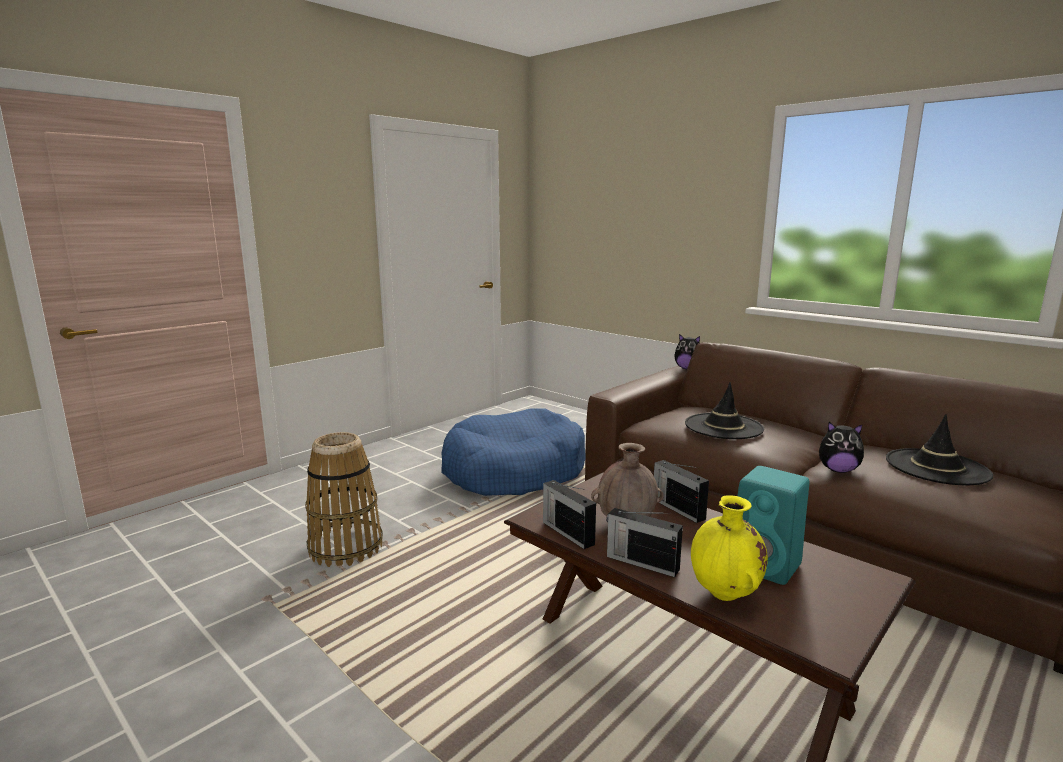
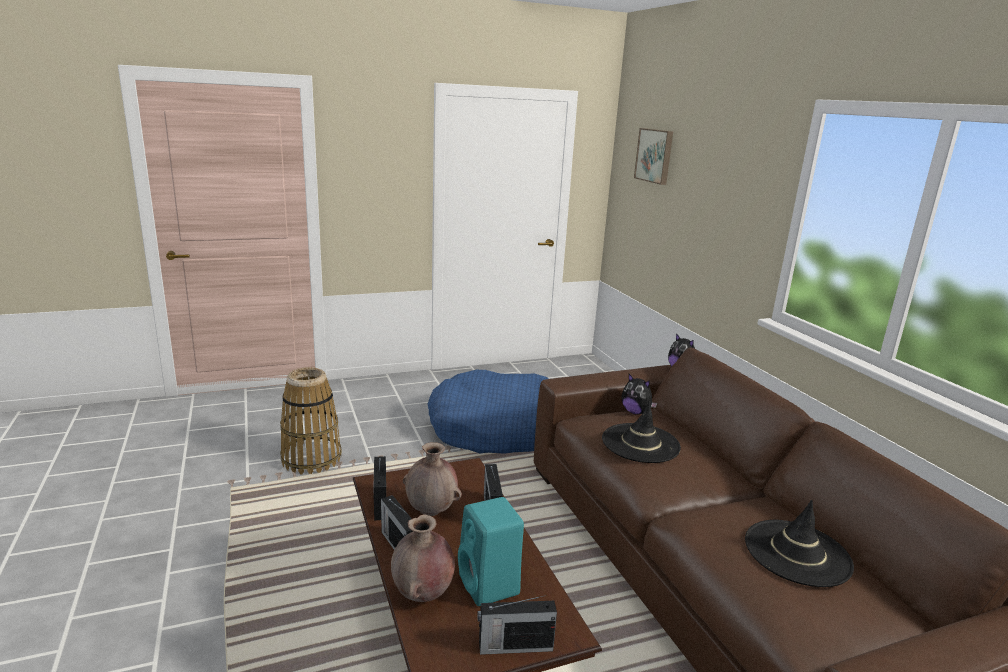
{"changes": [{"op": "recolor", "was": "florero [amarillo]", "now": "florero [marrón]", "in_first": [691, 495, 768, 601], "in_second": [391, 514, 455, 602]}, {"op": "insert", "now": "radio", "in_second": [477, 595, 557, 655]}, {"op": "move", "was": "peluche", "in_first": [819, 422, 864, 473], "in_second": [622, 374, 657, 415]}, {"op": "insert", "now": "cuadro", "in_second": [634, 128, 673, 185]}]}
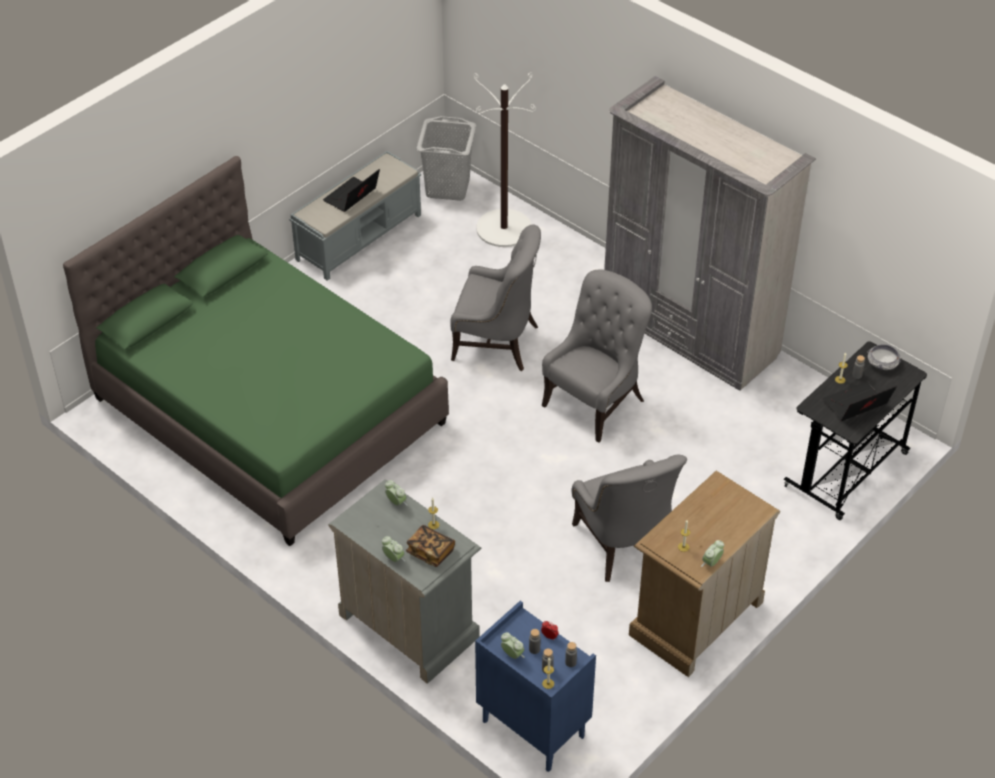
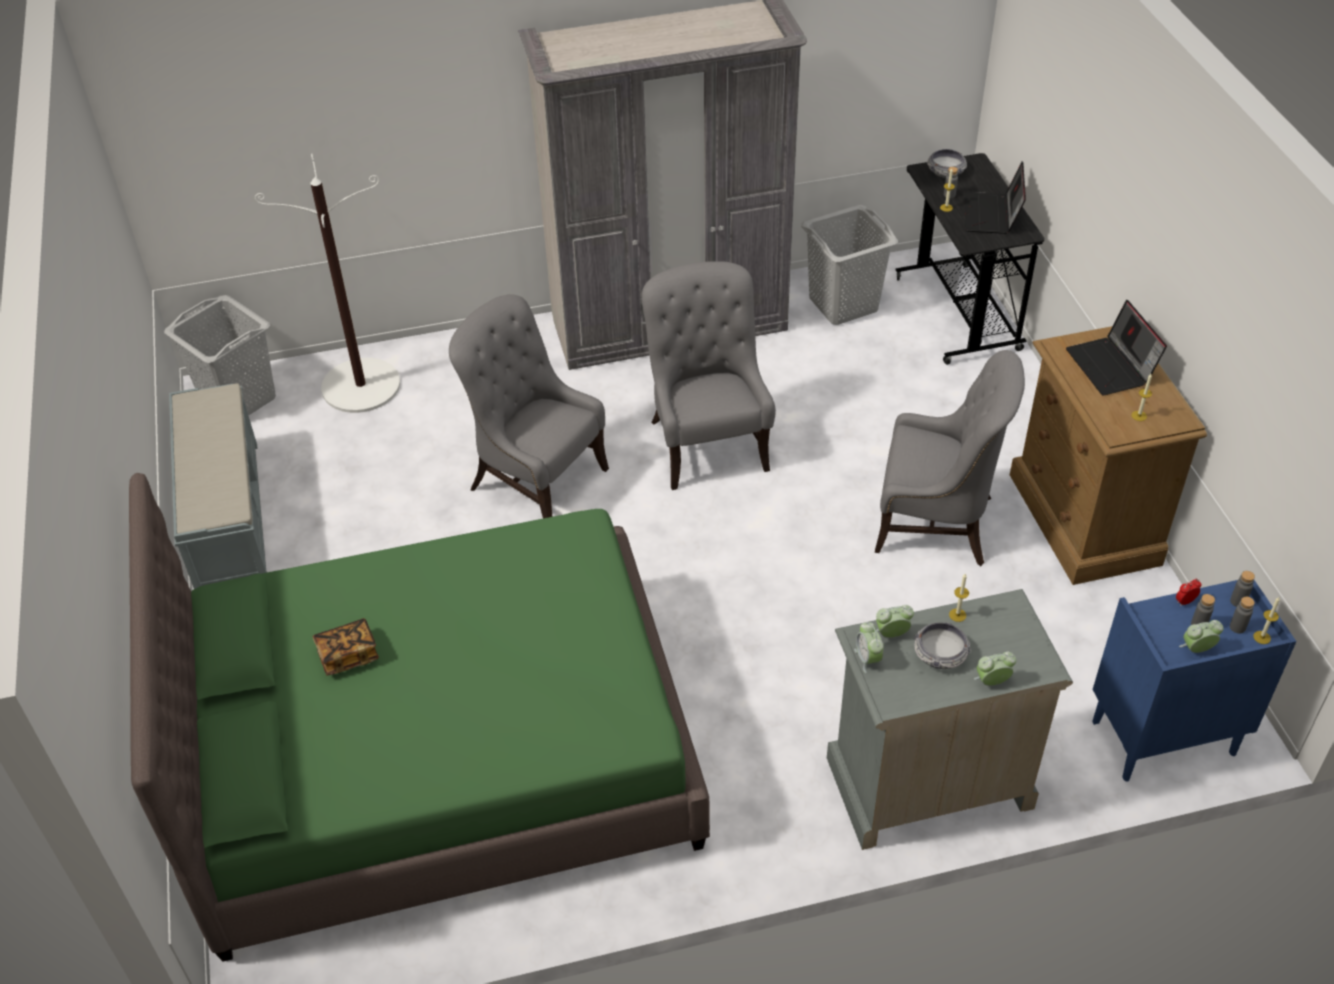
{"changes": [{"op": "move", "was": "libro", "in_first": [406, 525, 455, 567], "in_second": [313, 618, 379, 676]}, {"op": "rotate", "was": "silla [gris]", "in_first": [451, 224, 541, 371], "in_second": [449, 294, 609, 518], "clockwise": -105}, {"op": "insert", "now": "cesto de la ropa [gris]", "in_second": [801, 205, 898, 325]}, {"op": "move", "was": "despertador", "in_first": [701, 540, 724, 567], "in_second": [854, 622, 884, 673]}, {"op": "insert", "now": "cuenco", "in_second": [913, 622, 971, 669]}, {"op": "move", "was": "portátil", "in_first": [323, 169, 380, 212], "in_second": [1066, 300, 1167, 395]}]}
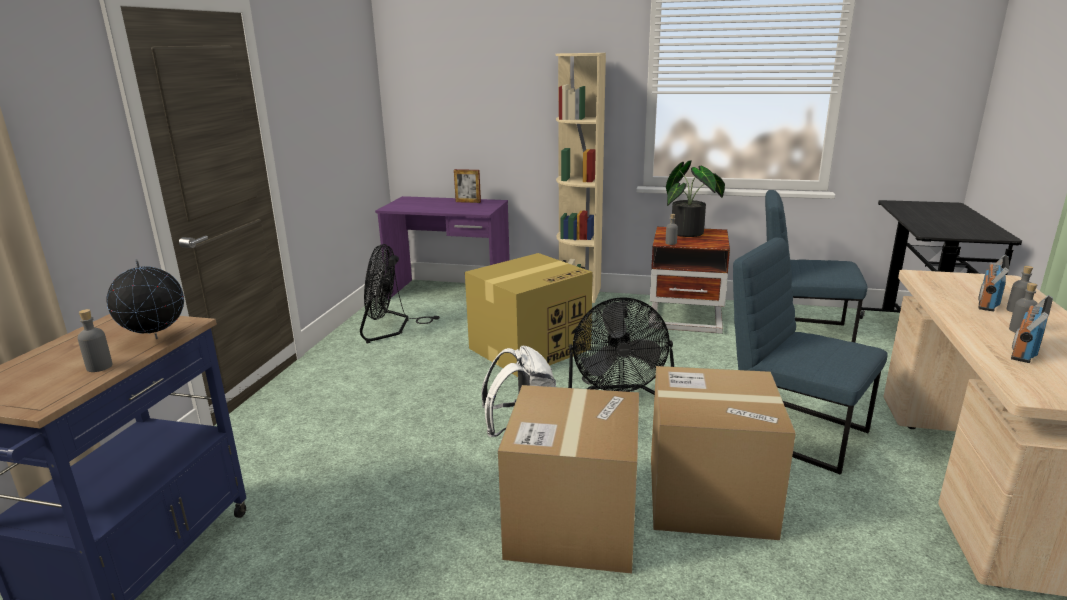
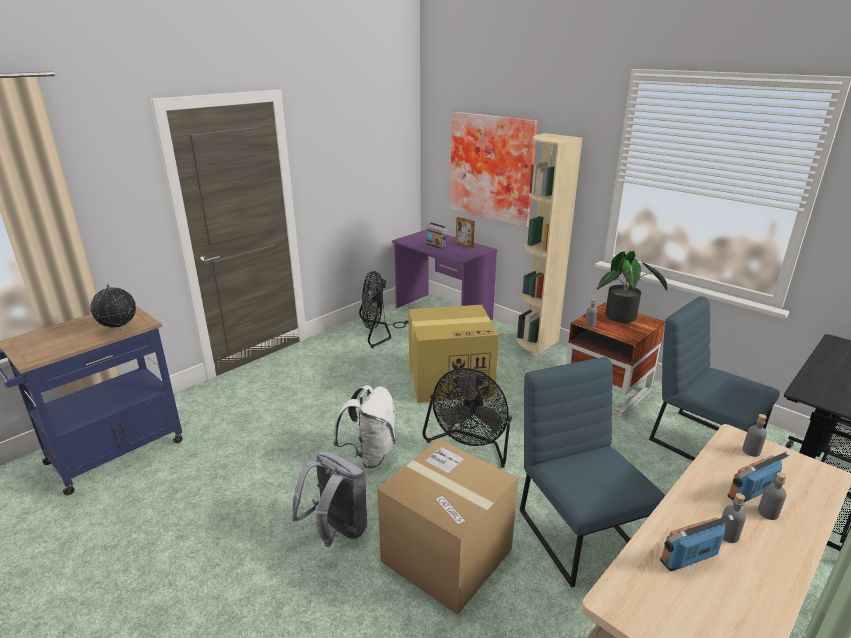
{"changes": [{"op": "replace", "was": "caja de cartón", "now": "mochila [gris]", "in_first": [498, 385, 639, 574], "in_second": [292, 451, 367, 547]}, {"op": "rotate", "was": "ventilador [negro]", "in_first": [360, 244, 440, 344], "in_second": [359, 271, 409, 348], "clockwise": -45}, {"op": "insert", "now": "radio", "in_second": [425, 222, 448, 249]}, {"op": "insert", "now": "cuadro", "in_second": [450, 112, 537, 228]}, {"op": "move", "was": "botella [gris]", "in_first": [78, 309, 113, 372], "in_second": [742, 414, 767, 457]}]}
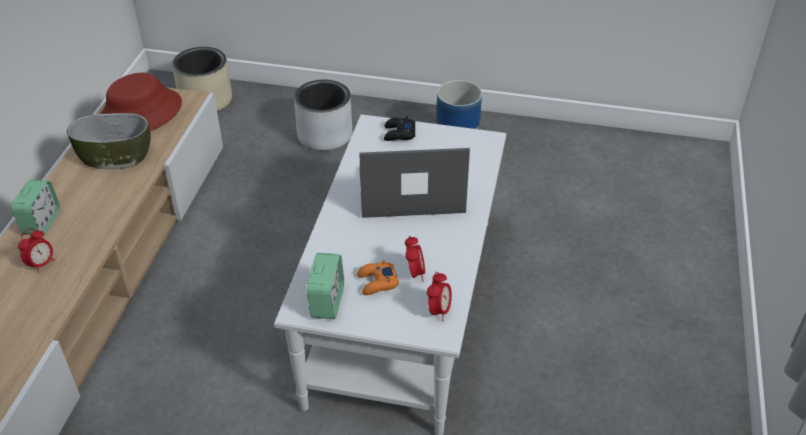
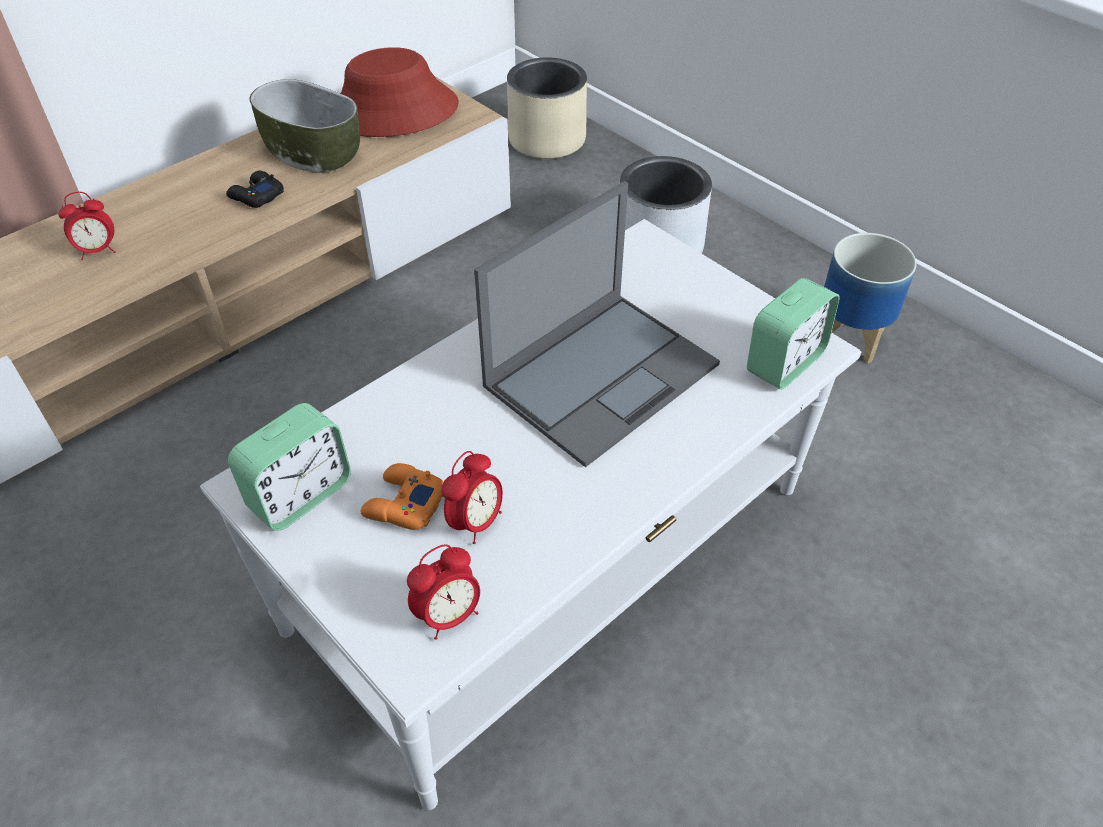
{"changes": [{"op": "move", "was": "mando de consola [negro]", "in_first": [384, 116, 415, 141], "in_second": [226, 171, 284, 208]}, {"op": "rotate", "was": "portátil", "in_first": [359, 148, 470, 218], "in_second": [474, 181, 720, 467], "clockwise": 105}, {"op": "move", "was": "despertador", "in_first": [11, 179, 60, 235], "in_second": [747, 278, 840, 390]}]}
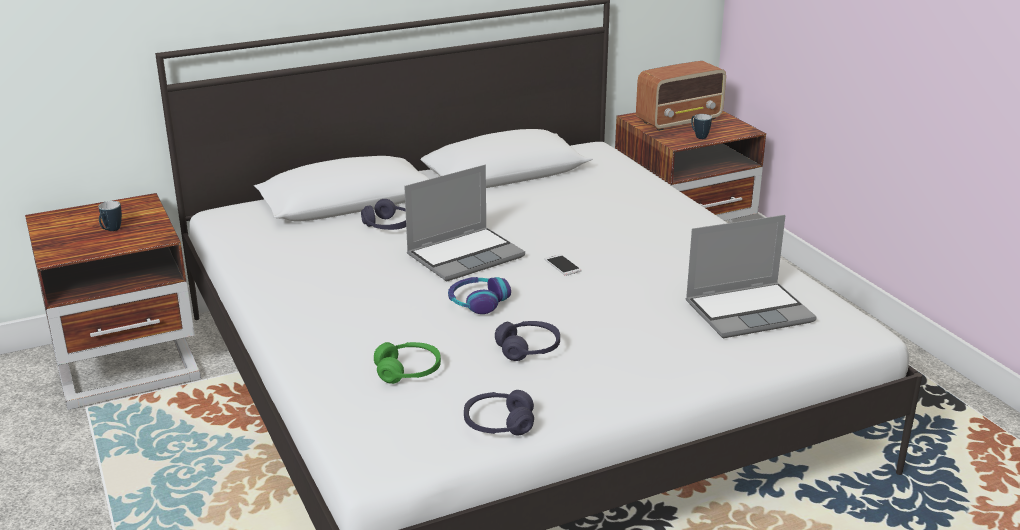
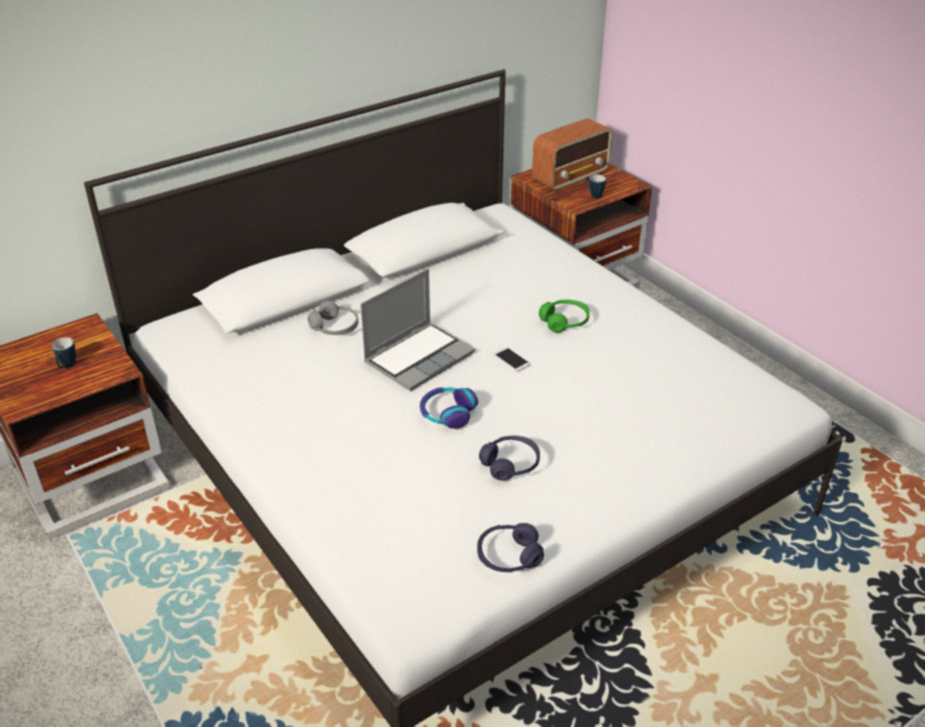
{"changes": [{"op": "recolor", "was": "auriculares [morado]", "now": "auriculares [gris]", "in_first": [361, 199, 406, 230], "in_second": [308, 301, 359, 335]}, {"op": "move", "was": "auriculares [verde]", "in_first": [374, 342, 441, 384], "in_second": [539, 300, 590, 333]}, {"op": "delete", "was": "portátil", "in_first": [686, 215, 817, 338]}]}
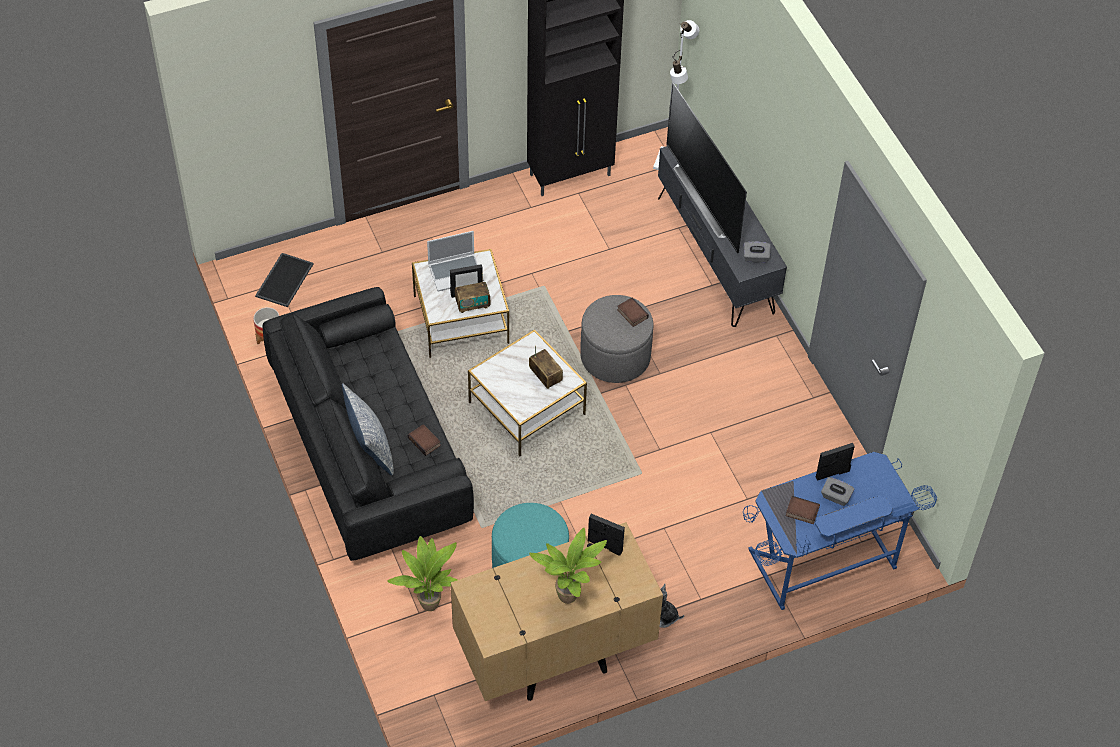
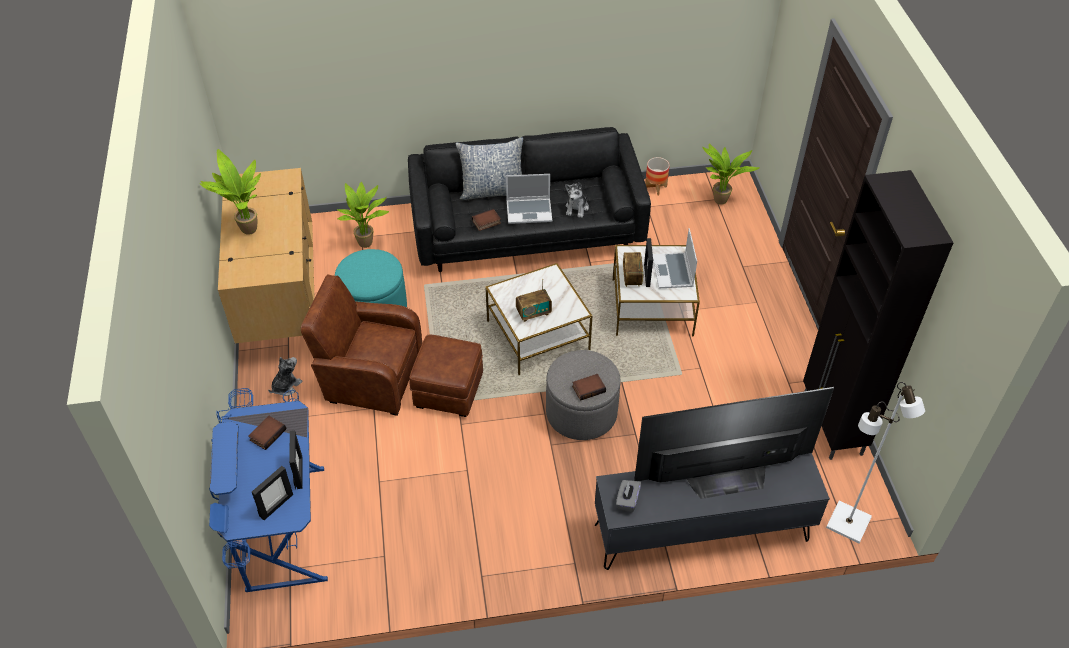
{"changes": [{"op": "move", "was": "portarretratos", "in_first": [588, 514, 625, 556], "in_second": [252, 466, 293, 520]}, {"op": "insert", "now": "sillón [marrón]", "in_second": [301, 274, 483, 417]}, {"op": "insert", "now": "portátil", "in_second": [506, 174, 552, 224]}, {"op": "insert", "now": "peluche", "in_second": [565, 183, 589, 218]}, {"op": "replace", "was": "bandeja", "now": "planta en maceta", "in_first": [255, 253, 314, 307], "in_second": [702, 143, 760, 205]}, {"op": "delete", "was": "caja de pañuelos [gris]", "in_first": [821, 477, 854, 506]}]}
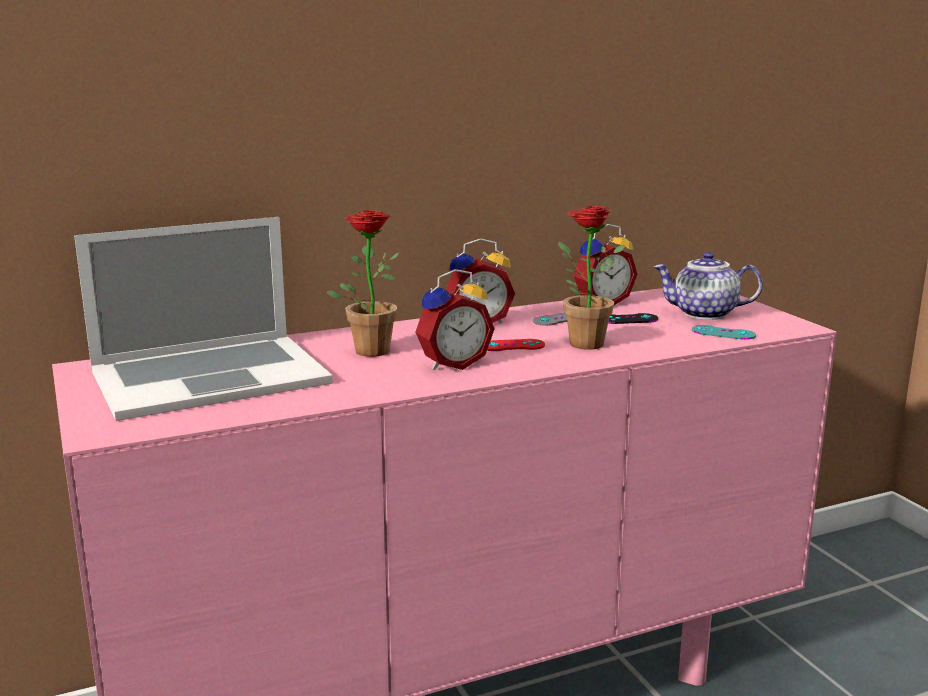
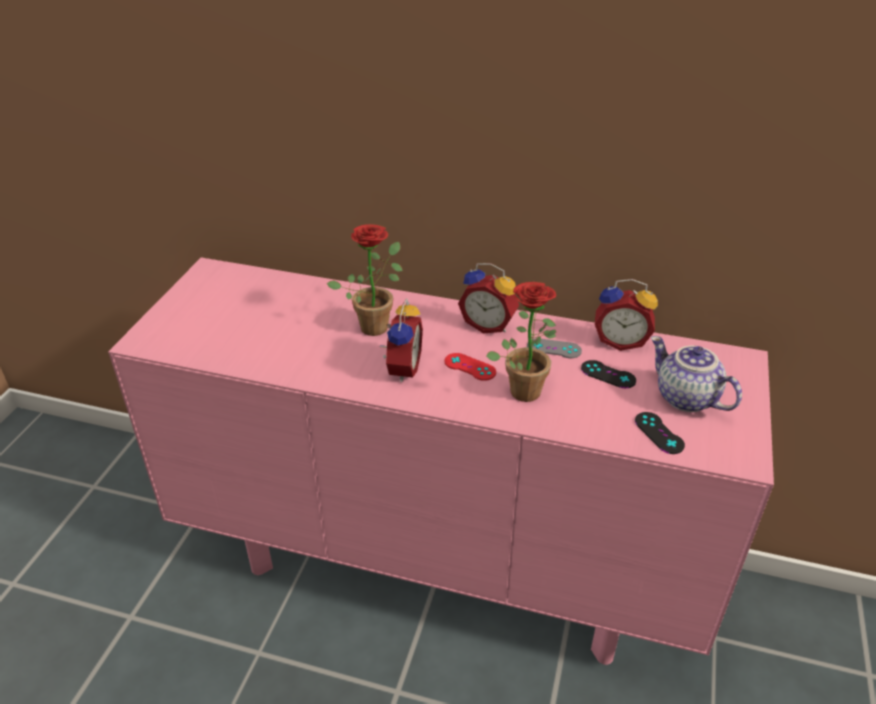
{"changes": [{"op": "rotate", "was": "despertador", "in_first": [415, 269, 495, 370], "in_second": [378, 299, 423, 382], "clockwise": -90}, {"op": "recolor", "was": "mando de consola [turquesa]", "now": "mando de consola [negro]", "in_first": [692, 325, 756, 340], "in_second": [635, 412, 685, 454]}, {"op": "delete", "was": "portátil", "in_first": [74, 217, 333, 421]}]}
